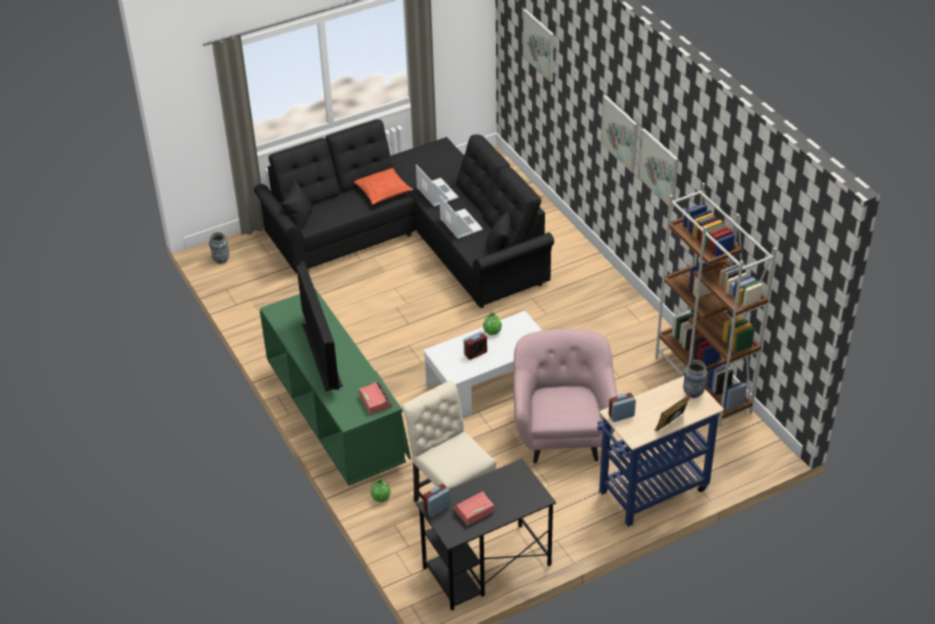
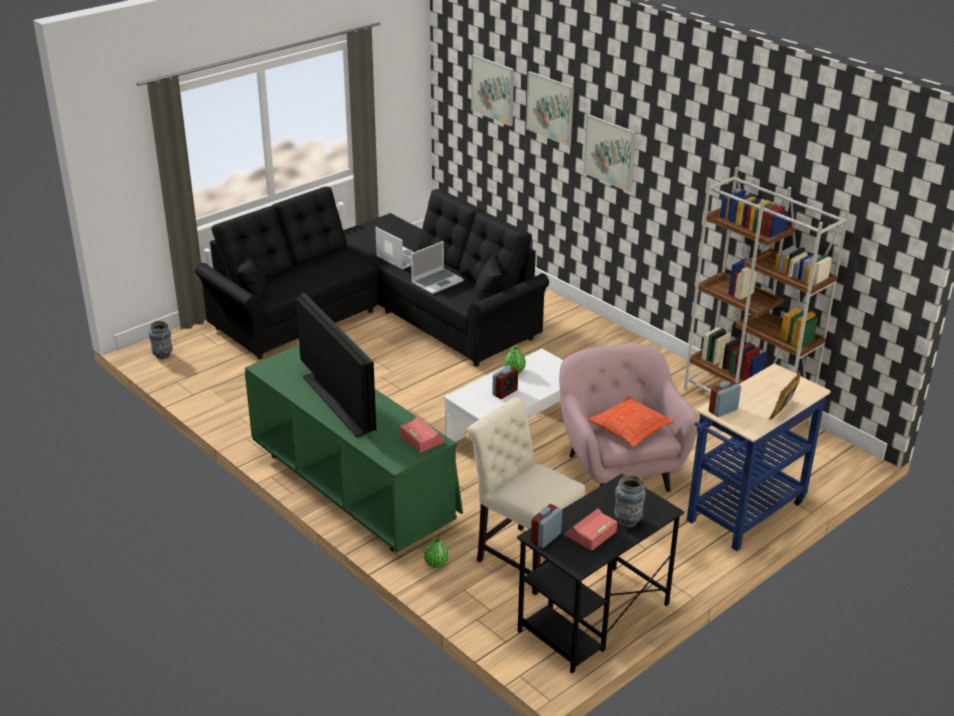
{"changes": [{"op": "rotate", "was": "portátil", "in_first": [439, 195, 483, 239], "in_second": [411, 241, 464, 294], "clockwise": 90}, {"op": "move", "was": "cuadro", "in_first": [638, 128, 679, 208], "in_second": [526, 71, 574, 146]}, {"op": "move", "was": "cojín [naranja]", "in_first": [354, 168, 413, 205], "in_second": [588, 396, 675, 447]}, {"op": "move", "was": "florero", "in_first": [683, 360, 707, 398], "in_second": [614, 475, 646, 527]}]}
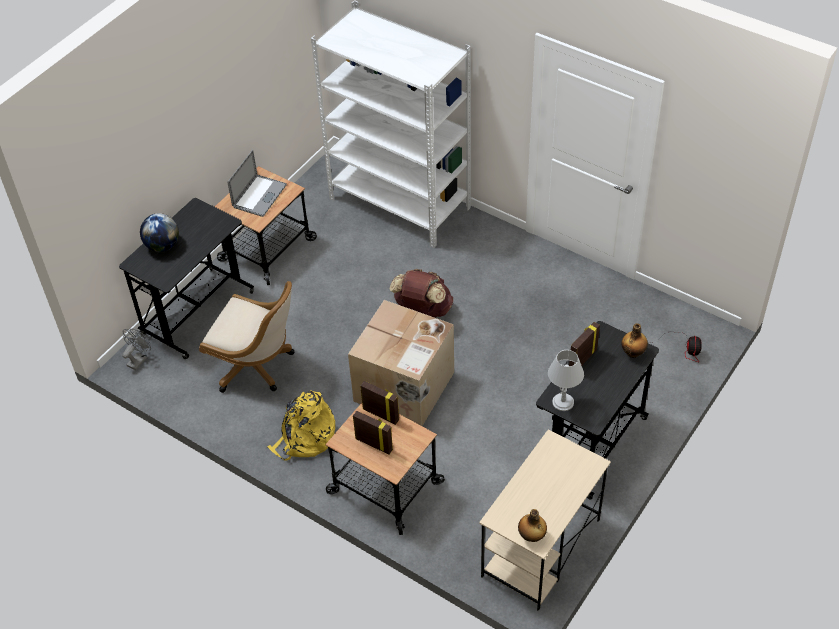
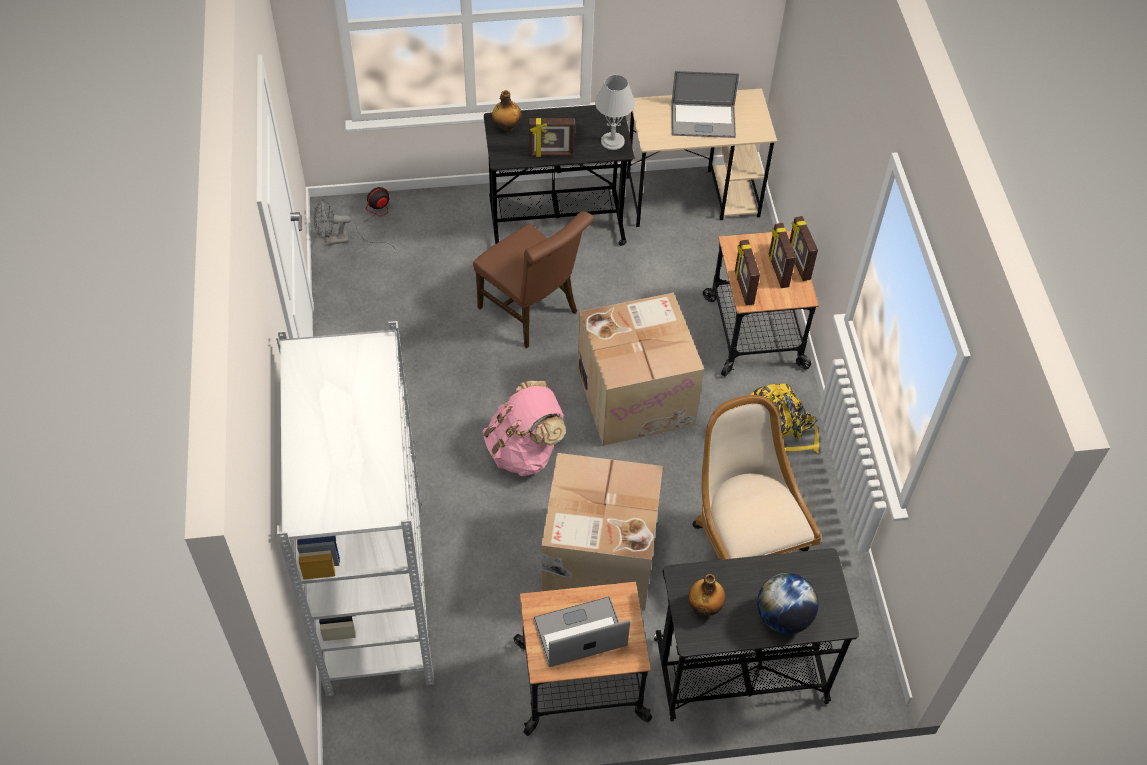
{"changes": [{"op": "move", "was": "ventilador [gris]", "in_first": [122, 329, 151, 370], "in_second": [314, 199, 351, 246]}, {"op": "insert", "now": "silla [marrón]", "in_second": [473, 212, 594, 348]}, {"op": "recolor", "was": "mochila [marrón]", "now": "mochila [rosa]", "in_first": [390, 269, 453, 318], "in_second": [483, 381, 566, 476]}, {"op": "insert", "now": "caja de cartón", "in_second": [541, 453, 663, 610]}, {"op": "insert", "now": "portátil", "in_second": [671, 71, 739, 138]}, {"op": "move", "was": "botella", "in_first": [518, 509, 547, 542], "in_second": [688, 574, 726, 616]}, {"op": "insert", "now": "portarretratos", "in_second": [790, 216, 818, 281]}]}
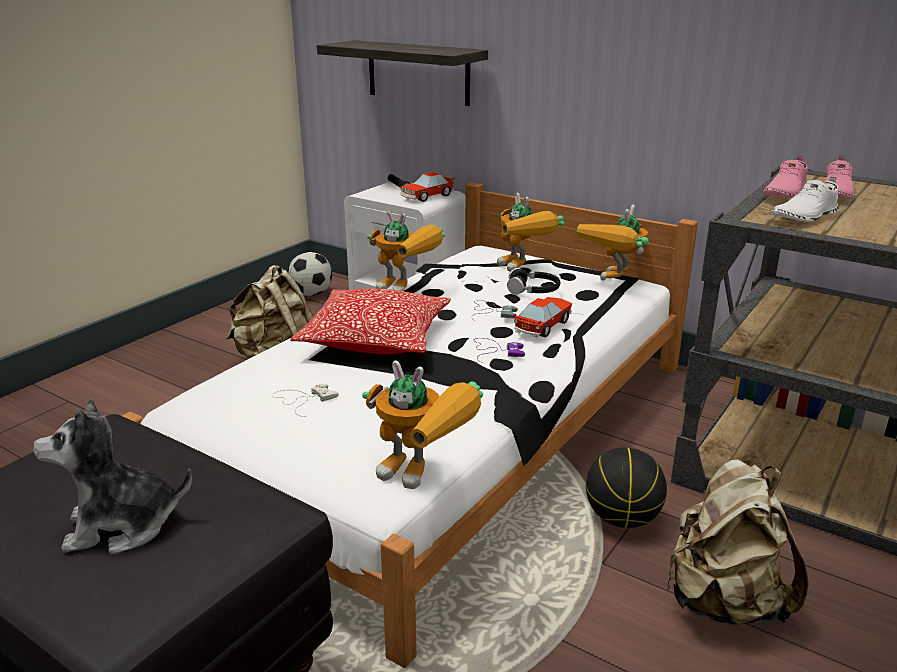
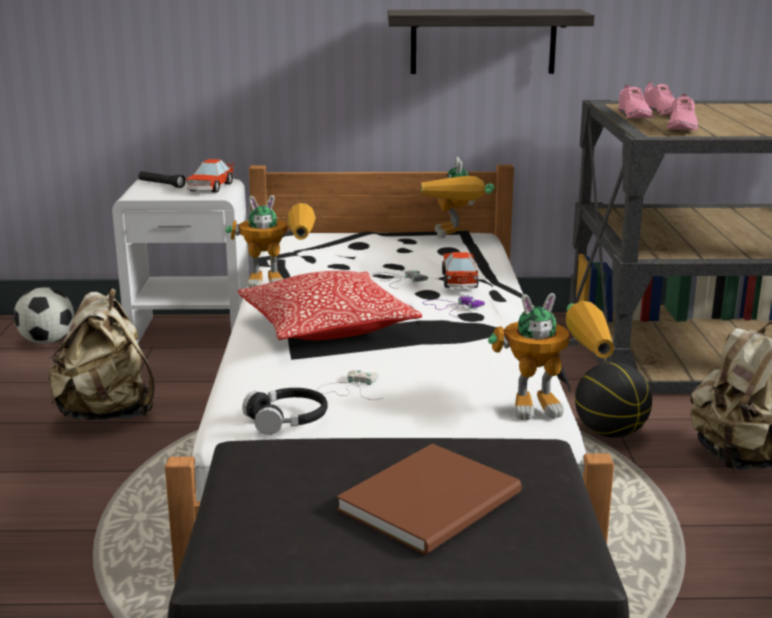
{"changes": [{"op": "move", "was": "auriculares [negro]", "in_first": [507, 268, 560, 295], "in_second": [242, 388, 328, 435]}, {"op": "replace", "was": "peluche", "now": "libro [marrón]", "in_first": [34, 399, 192, 554], "in_second": [337, 444, 522, 555]}, {"op": "move", "was": "estante", "in_first": [317, 40, 488, 106], "in_second": [388, 9, 595, 74]}, {"op": "recolor", "was": "zapato [blanco]", "now": "zapato [rosa]", "in_first": [771, 177, 839, 222], "in_second": [667, 94, 698, 130]}, {"op": "delete", "was": "robot de juguete", "in_first": [497, 193, 564, 272]}]}
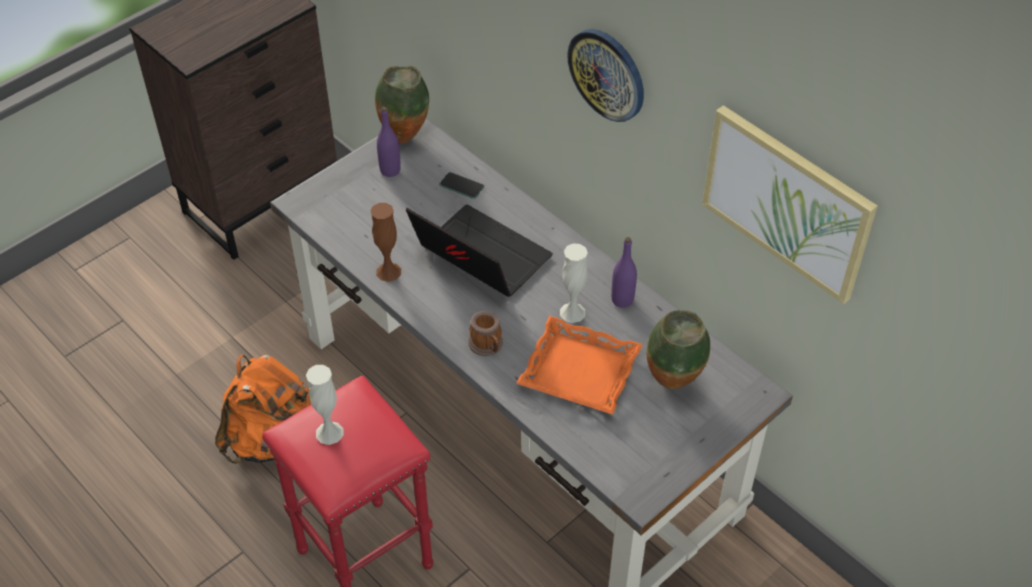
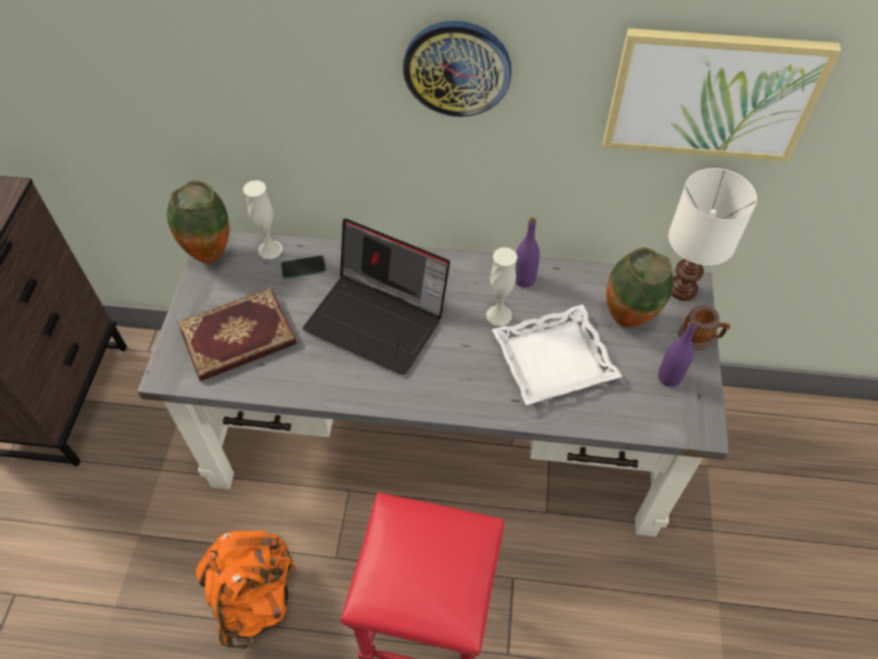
{"changes": [{"op": "insert", "now": "libro", "in_second": [177, 287, 297, 381]}, {"op": "move", "was": "florero [blanco]", "in_first": [306, 365, 343, 445], "in_second": [243, 180, 283, 259]}, {"op": "rotate", "was": "portátil", "in_first": [406, 205, 553, 297], "in_second": [303, 219, 450, 375], "clockwise": -150}, {"op": "recolor", "was": "bandeja [naranja]", "now": "bandeja [blanco]", "in_first": [516, 316, 643, 415], "in_second": [492, 304, 622, 405]}, {"op": "move", "was": "botella [morado]", "in_first": [377, 107, 401, 177], "in_second": [658, 319, 697, 387]}, {"op": "insert", "now": "lámpara de mesa [blanco]", "in_second": [668, 168, 757, 301]}, {"op": "move", "was": "taza grande", "in_first": [468, 311, 503, 356], "in_second": [678, 305, 730, 350]}, {"op": "delete", "was": "florero [marrón]", "in_first": [371, 203, 401, 282]}]}
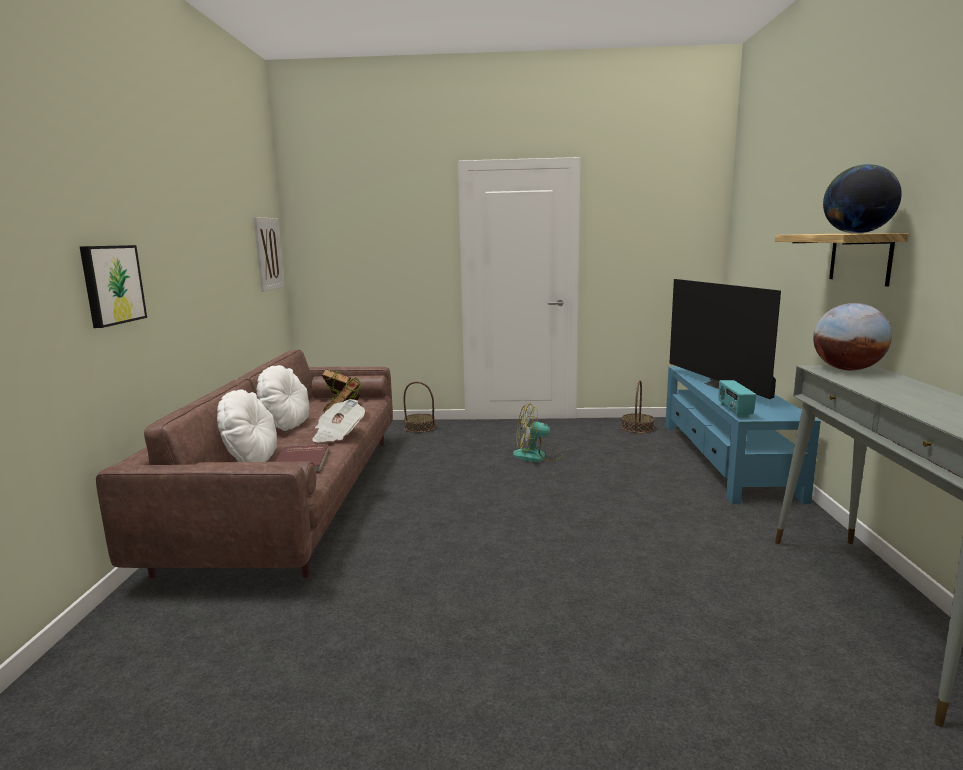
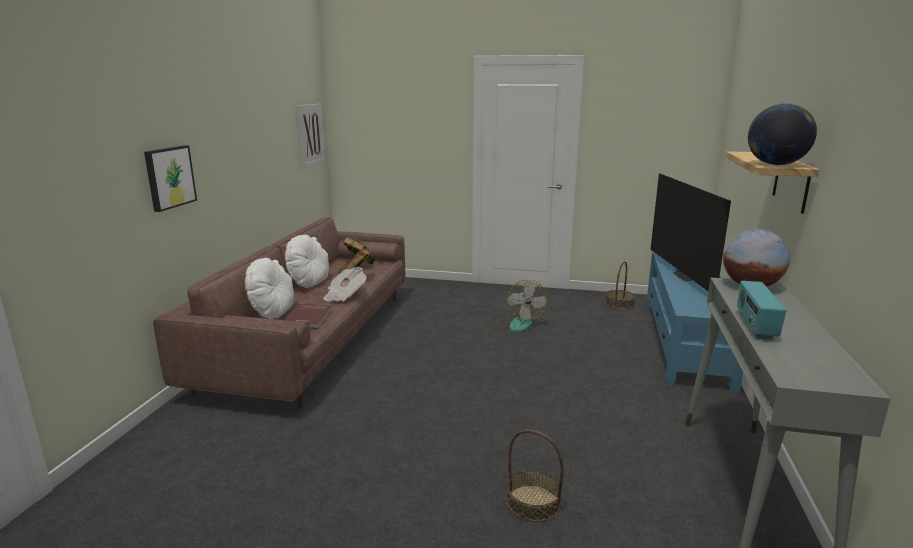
{"changes": [{"op": "rotate", "was": "ventilador", "in_first": [513, 404, 563, 462], "in_second": [494, 280, 547, 332], "clockwise": -105}, {"op": "move", "was": "cesta", "in_first": [403, 381, 435, 433], "in_second": [507, 430, 564, 522]}, {"op": "move", "was": "radio", "in_first": [718, 380, 756, 418], "in_second": [737, 281, 786, 339]}]}
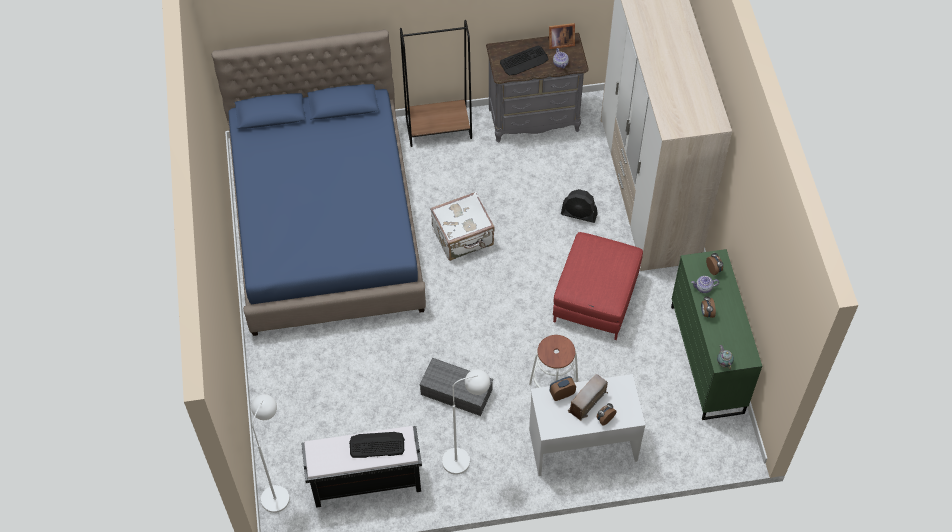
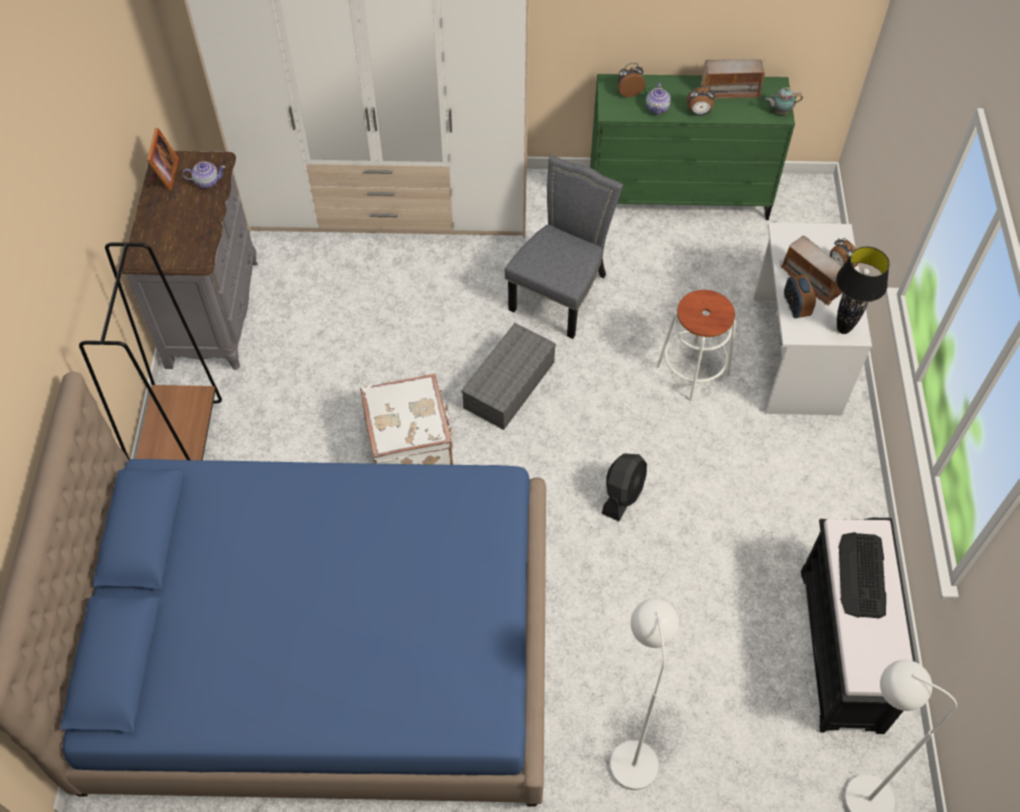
{"changes": [{"op": "move", "was": "caja de almacenaje [gris]", "in_first": [419, 358, 493, 416], "in_second": [461, 323, 556, 430]}, {"op": "replace", "was": "puf [rojo]", "now": "silla [gris]", "in_first": [553, 232, 643, 340], "in_second": [505, 155, 623, 339]}, {"op": "move", "was": "ventilador [negro]", "in_first": [561, 189, 598, 223], "in_second": [602, 453, 647, 521]}, {"op": "move", "was": "lámpara de pie [blanco]", "in_first": [442, 369, 490, 475], "in_second": [610, 599, 679, 790]}, {"op": "insert", "now": "radio", "in_second": [701, 59, 765, 99]}, {"op": "insert", "now": "lámpara de mesa [negro]", "in_second": [836, 247, 889, 334]}, {"op": "delete", "was": "teclado", "in_first": [500, 45, 548, 76]}]}
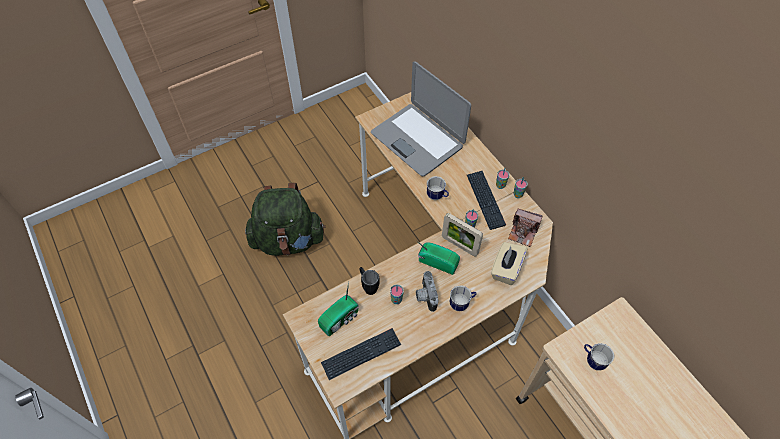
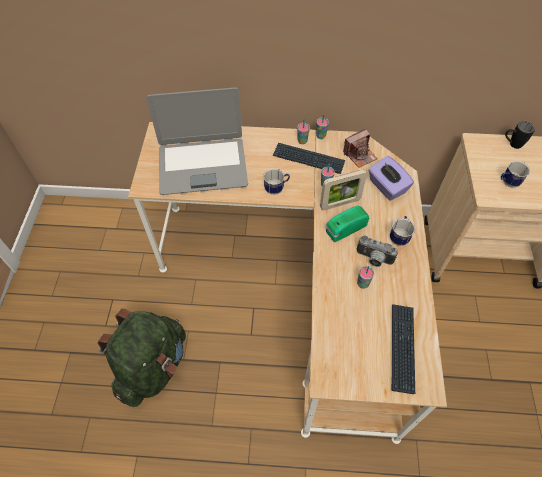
{"changes": [{"op": "recolor", "was": "caja de pañuelos [beis]", "now": "caja de pañuelos [morado]", "in_first": [491, 242, 528, 285], "in_second": [368, 156, 414, 201]}, {"op": "move", "was": "taza grande [negro]", "in_first": [359, 267, 380, 295], "in_second": [505, 121, 535, 149]}, {"op": "delete", "was": "radio", "in_first": [318, 281, 359, 336]}]}
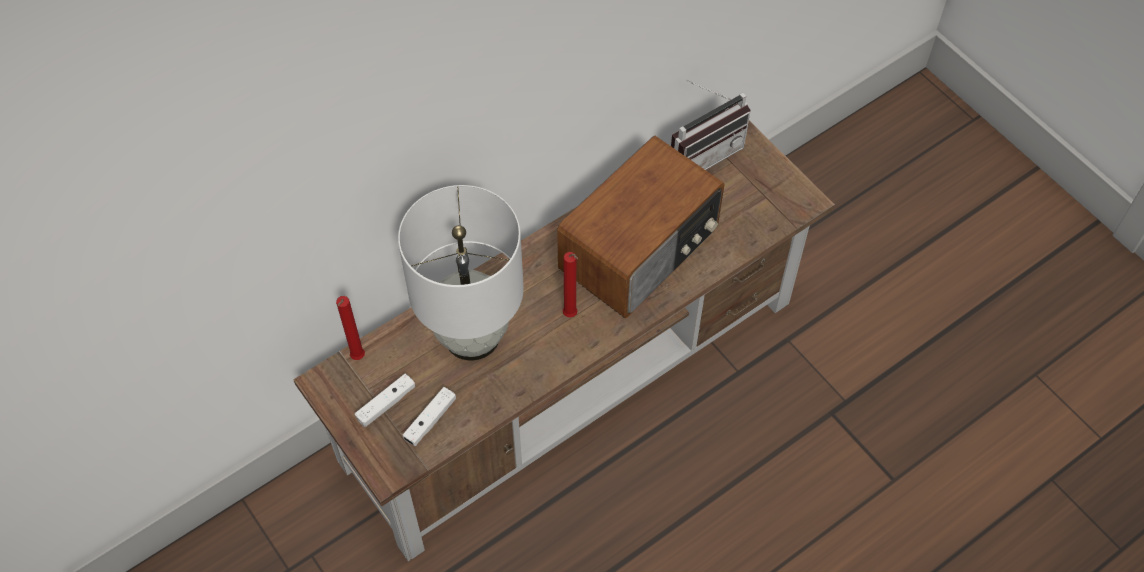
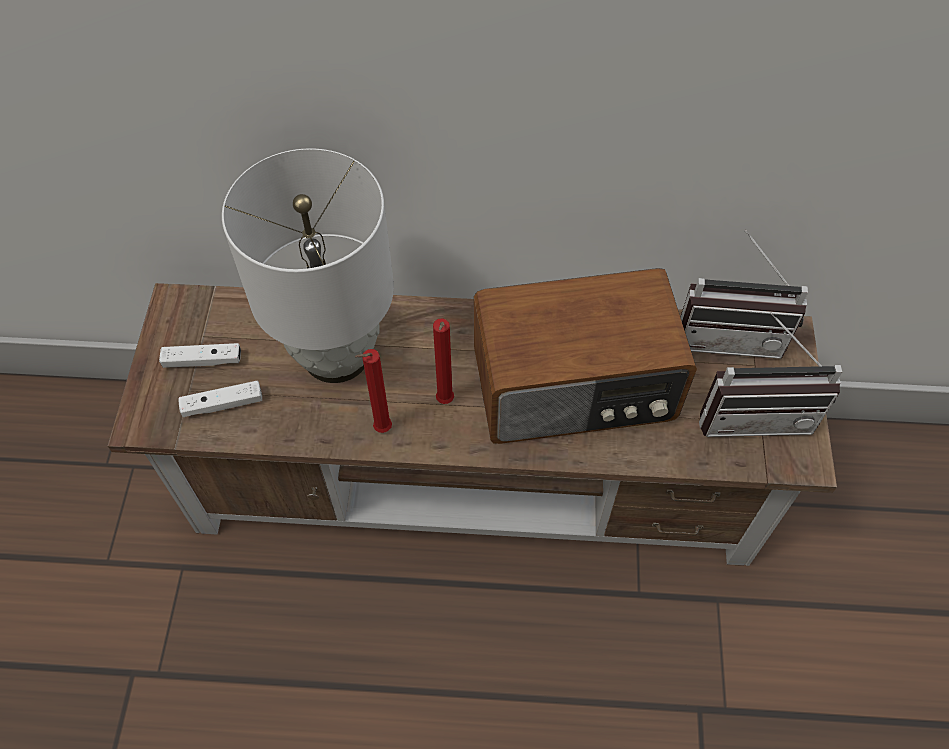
{"changes": [{"op": "move", "was": "vela [rojo]", "in_first": [336, 296, 365, 360], "in_second": [355, 349, 392, 433]}, {"op": "insert", "now": "radio", "in_second": [699, 312, 842, 437]}]}
